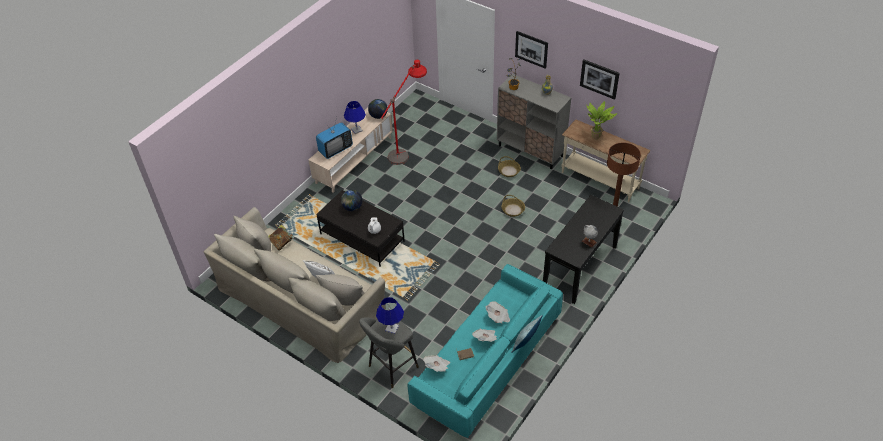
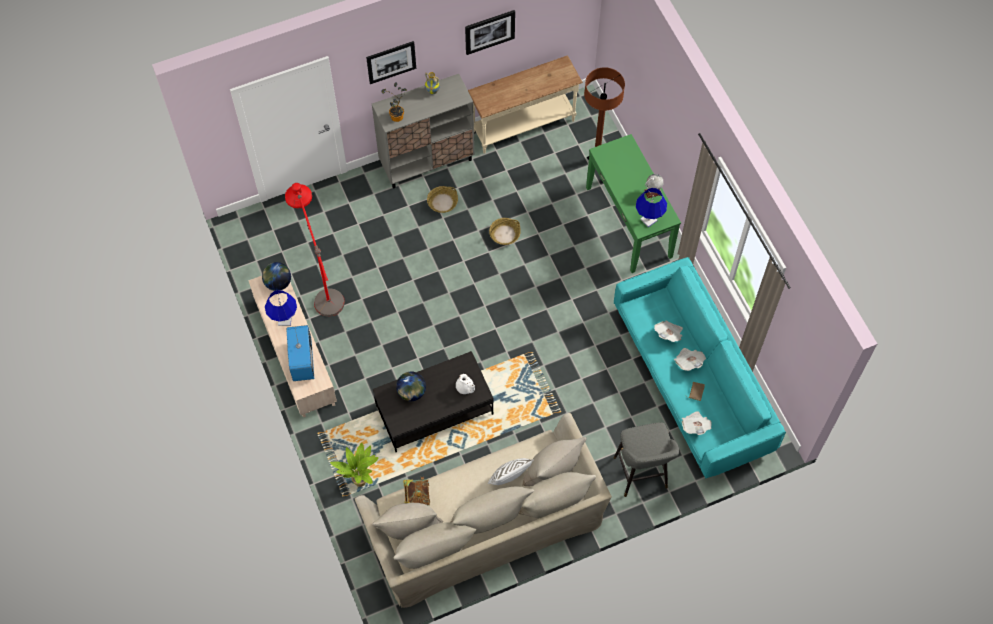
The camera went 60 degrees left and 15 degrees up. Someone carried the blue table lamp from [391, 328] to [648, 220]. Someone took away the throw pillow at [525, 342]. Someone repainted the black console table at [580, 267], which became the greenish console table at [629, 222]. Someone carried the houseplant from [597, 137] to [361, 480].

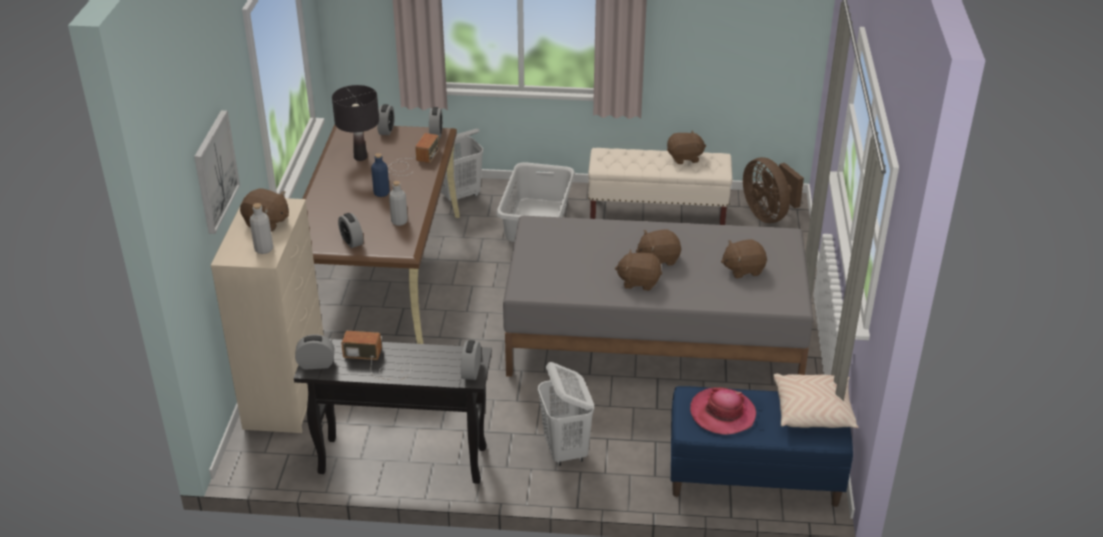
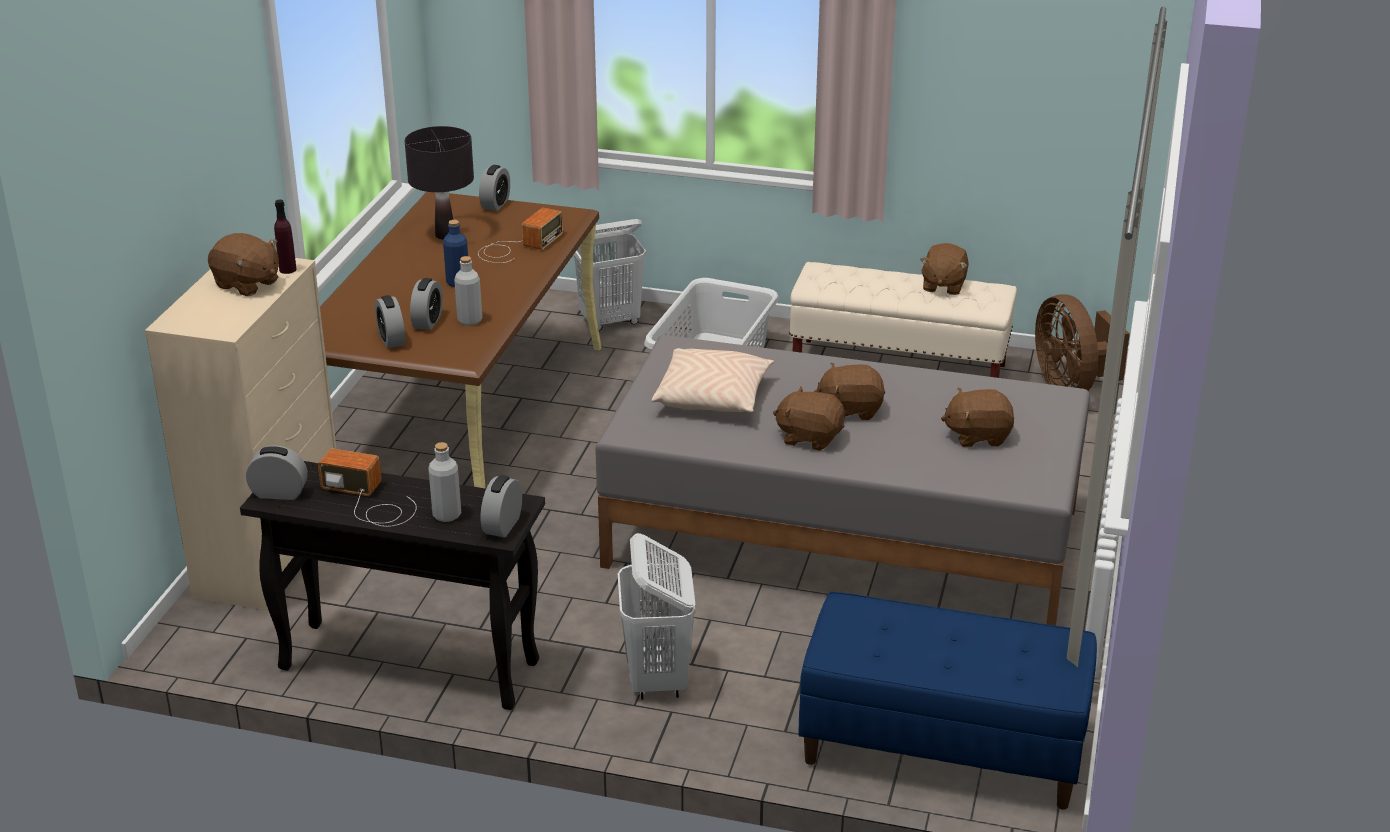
The camera went 10 degrees right and 5 degrees down. Someone took away the wall art at [214, 171]. Someone carried the greyish bottle from [264, 249] to [447, 515]. Someone carried the table clock from [436, 133] to [427, 322]. Someone rotated the brownish soft toy at [685, 158] by 105 degrees clockwise. Someone took away the wearable hat at [722, 413]. Someone carried the beige-coloured throw pillow from [813, 411] to [713, 397]. Someone put down the purplish bottle at [288, 269].

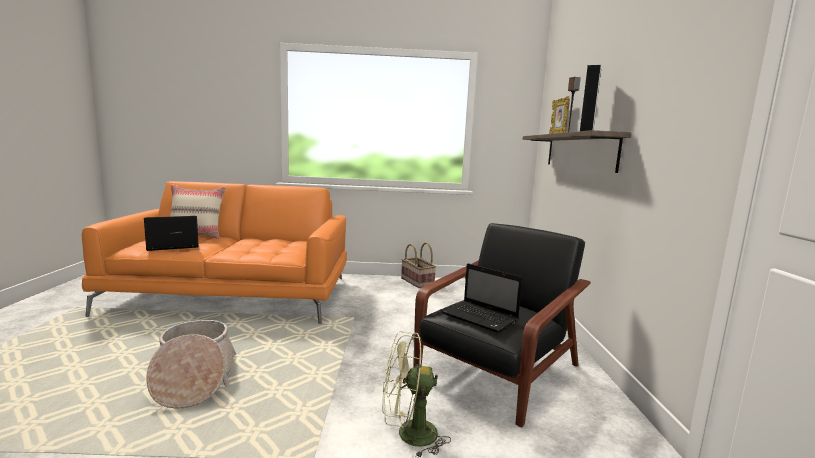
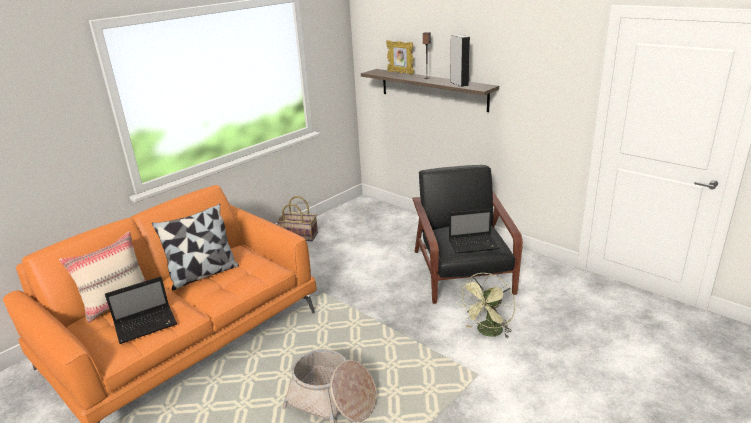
The camera went 45 degrees left and 15 degrees up. Someone rotated the portable computer at [171, 246] by 135 degrees counterclockwise. Someone put down the throw pillow at [203, 274].

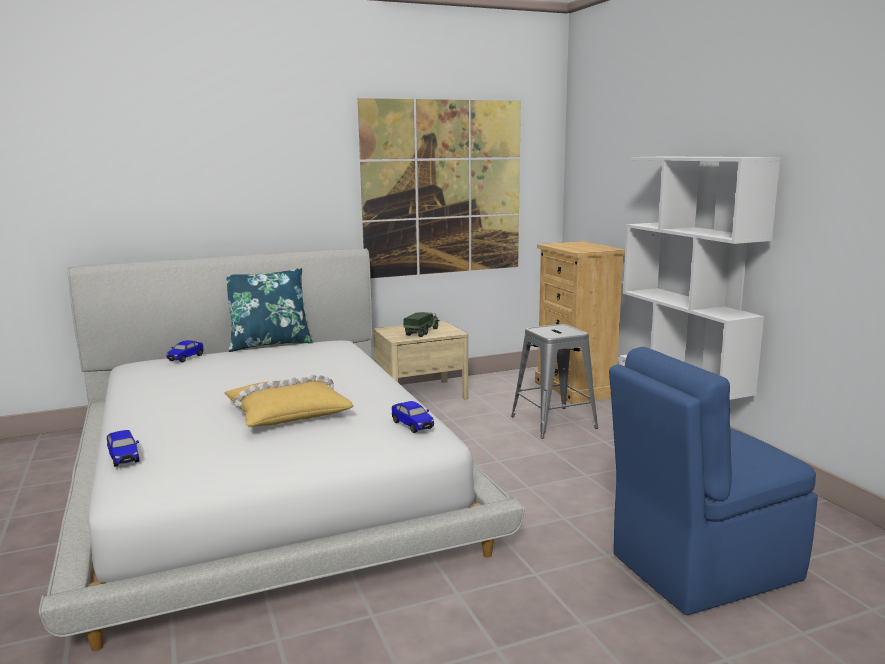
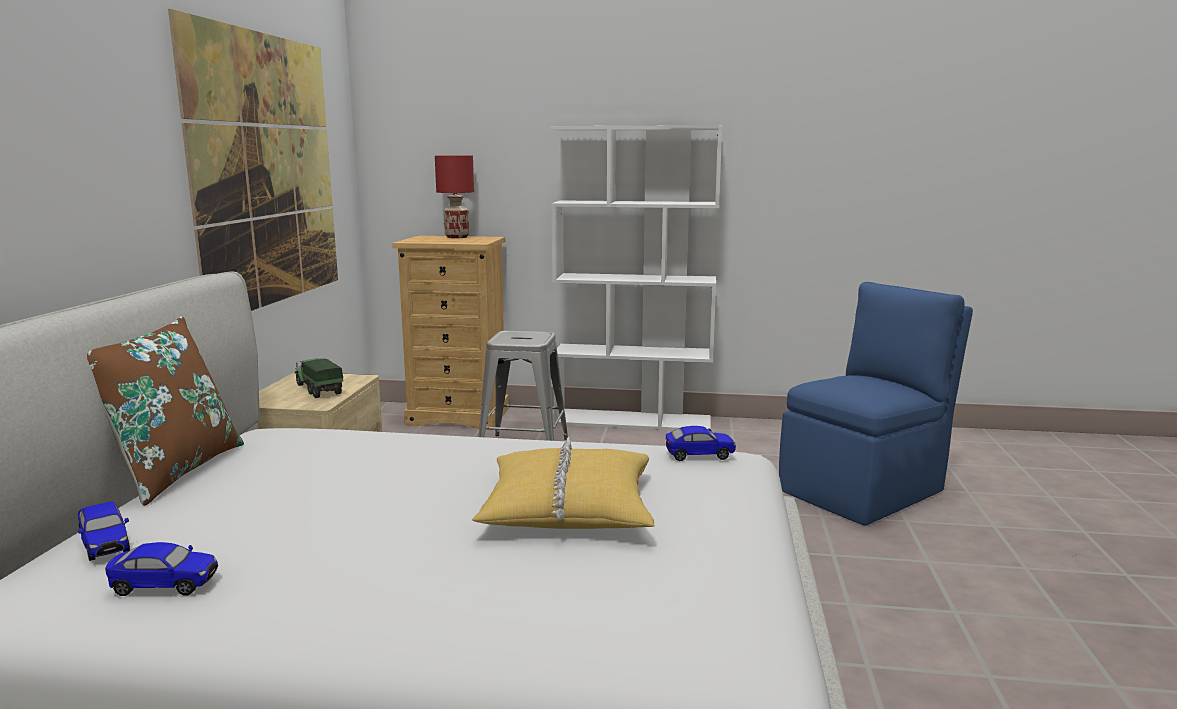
The camera went 60 degrees left and 0 degrees up. Someone carried the miniature car from [124, 457] to [165, 585]. Someone repainted the blue throw pillow at [269, 344], which became the brownish throw pillow at [173, 471]. Someone rotated the blue plain chair at [701, 568] by 135 degrees counterclockwise. Someone put down the red table lamp at [457, 237].

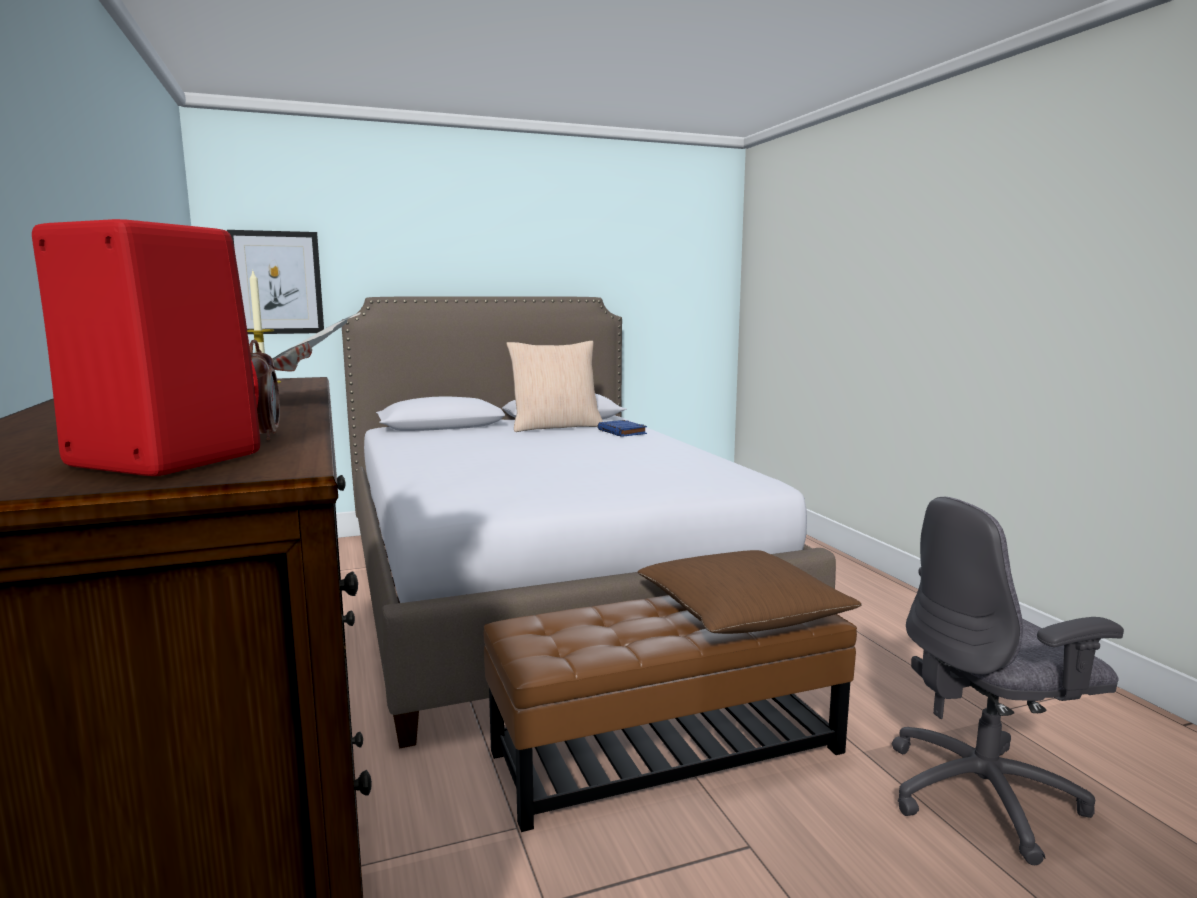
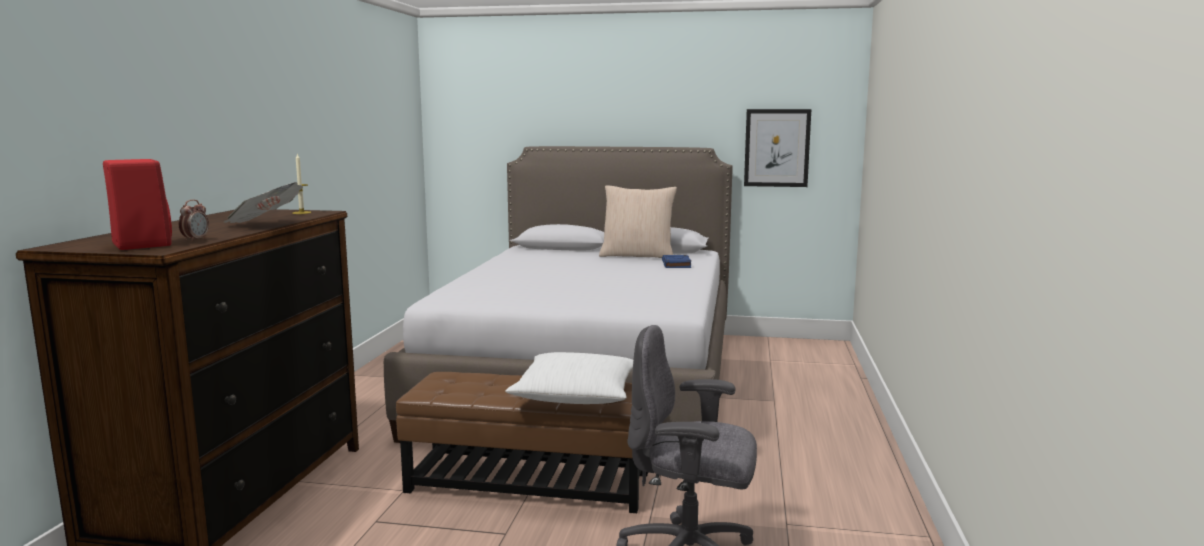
The camera went 30 degrees right and 0 degrees up. Someone carried the wall art from [277, 283] to [777, 148]. Someone repainted the brownish throw pillow at [741, 613], which became the white throw pillow at [576, 395].

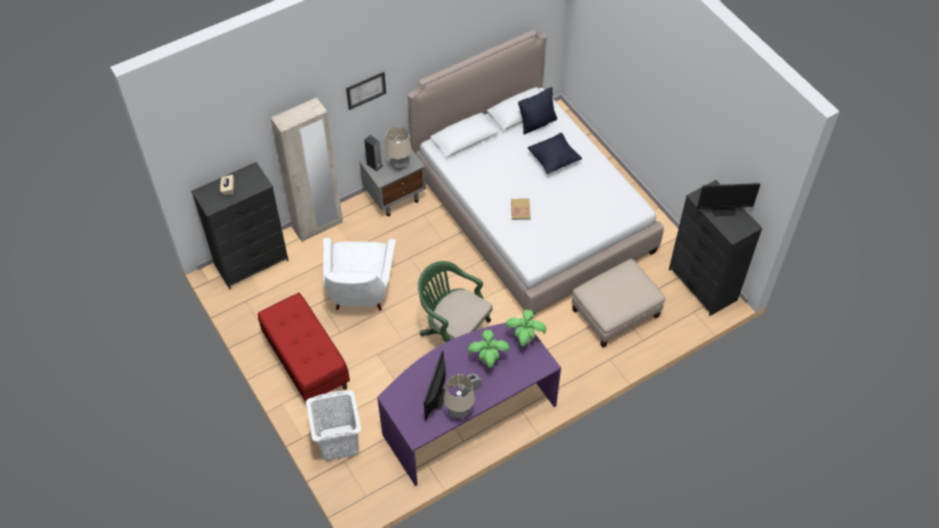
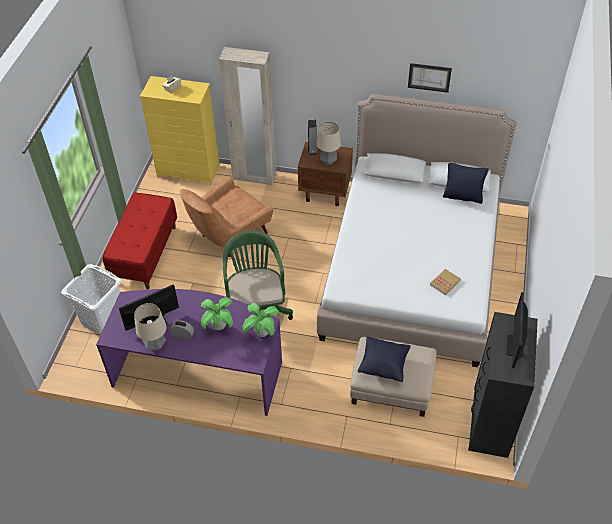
The camera went 45 degrees right and 5 degrees down. Someone repainted the black drawer chest at [252, 262], which became the yellowish drawer chest at [189, 171]. Someone repainted the white armchair at [360, 293], which became the brownish armchair at [229, 237]. Someone carried the wall art from [366, 90] to [429, 77]. Someone repainted the greyish bedside table at [395, 197], which became the brownish bedside table at [325, 193]. Someone carried the book from [520, 210] to [445, 282]. Someone carried the black throw pillow from [553, 160] to [383, 365]. Someone rotated the computer display at [723, 209] by 60 degrees clockwise.

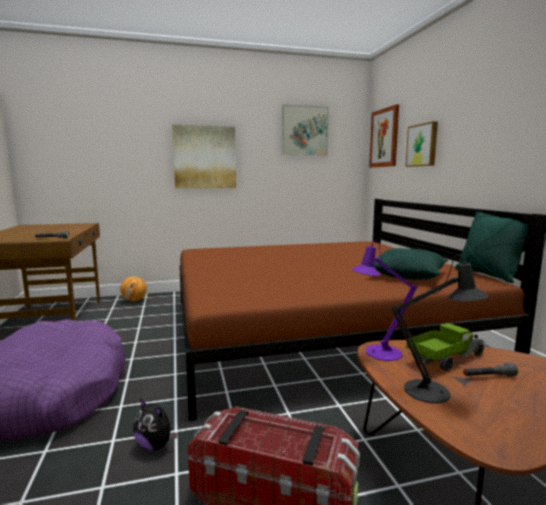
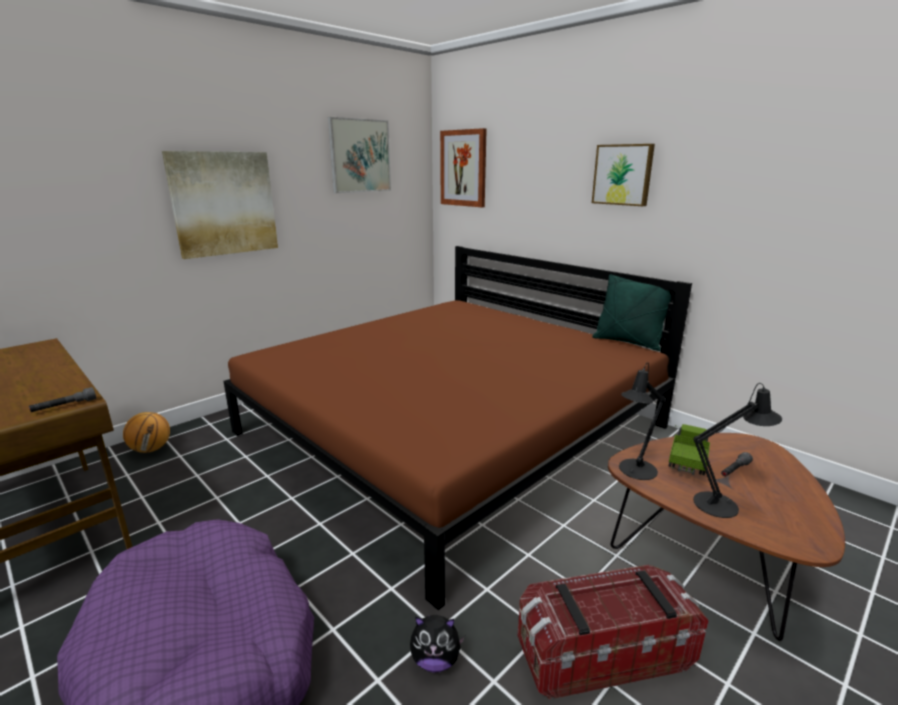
The camera went 30 degrees left and 10 degrees up. Someone repainted the purplish table lamp at [378, 353], which became the black table lamp at [634, 471]. Someone took away the greenish throw pillow at [407, 275]. Someone carried the wall art from [422, 145] to [623, 175].

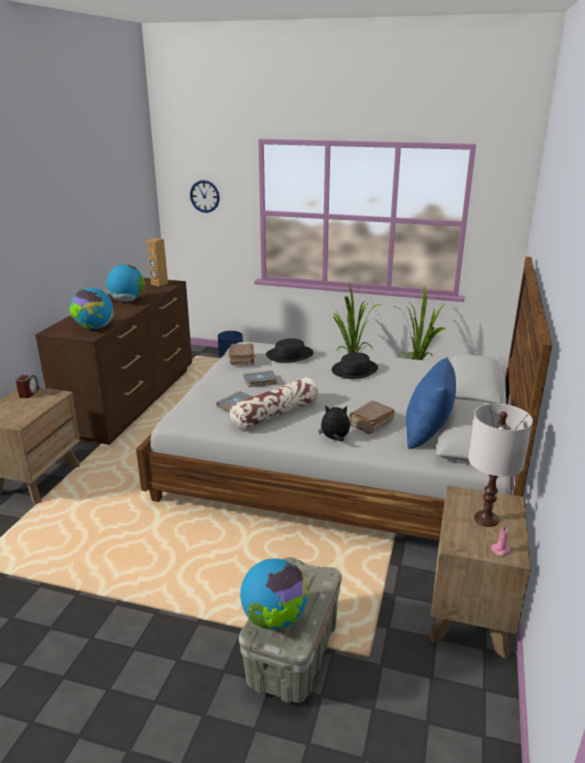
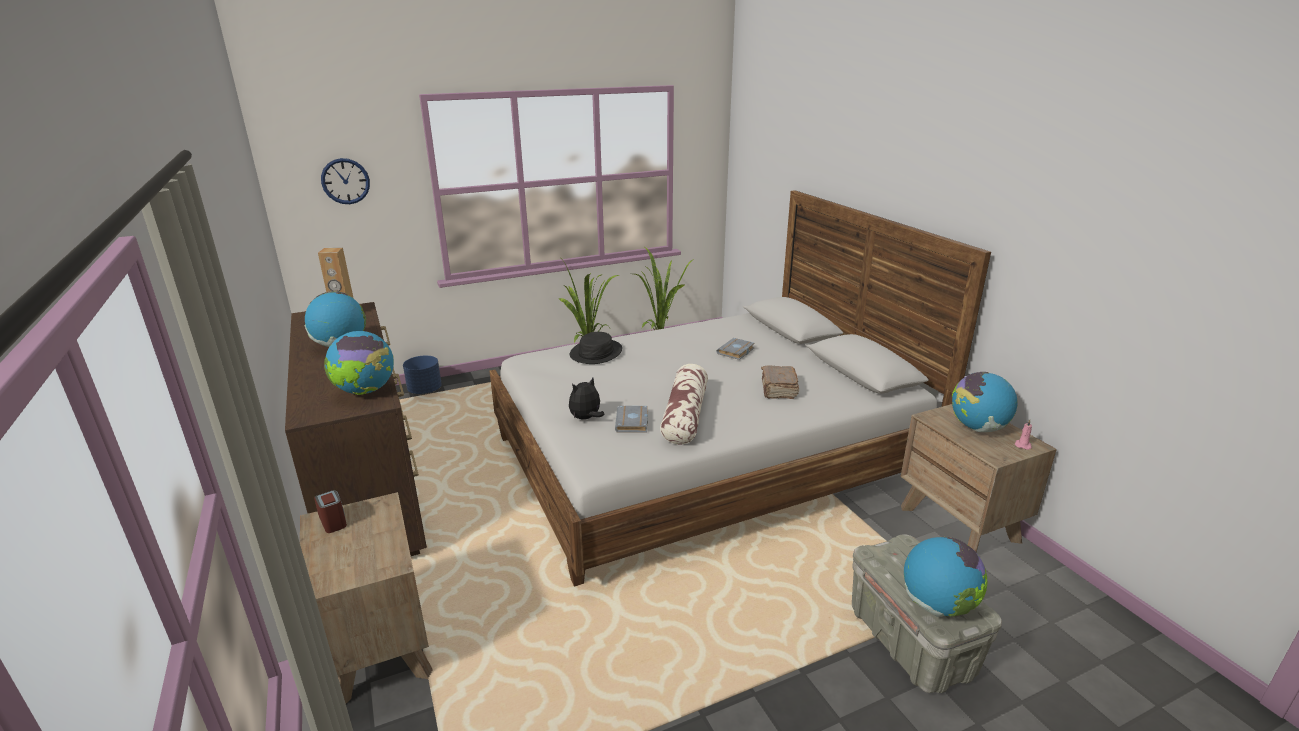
The camera went 40 degrees left and 0 degrees up. Someone took away the brownish book at [242, 360]. Someone carried the greyish book from [260, 381] to [736, 352]. Someone carried the soft toy from [335, 439] to [586, 418]. Someone took away the black wearable hat at [354, 370]. Someone took away the blue throw pillow at [427, 433]. Someone swapped the white table lamp at [486, 519] for the world globe at [977, 428].

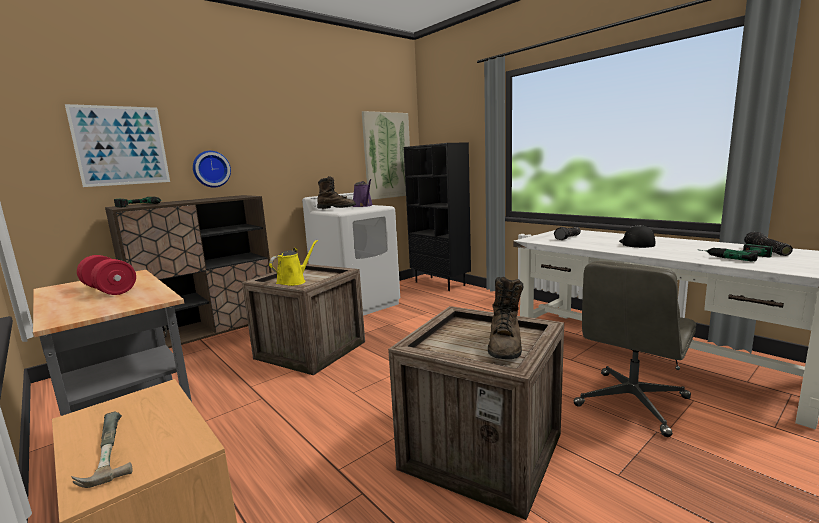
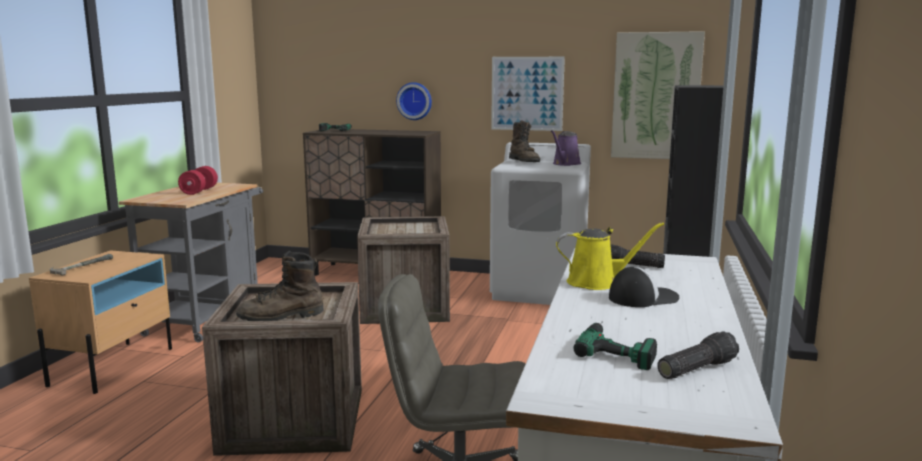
The camera went 55 degrees right and 0 degrees up. Someone carried the wall art from [121, 146] to [527, 93]. Someone carried the yellowish sprinkling can from [293, 282] to [597, 282].

